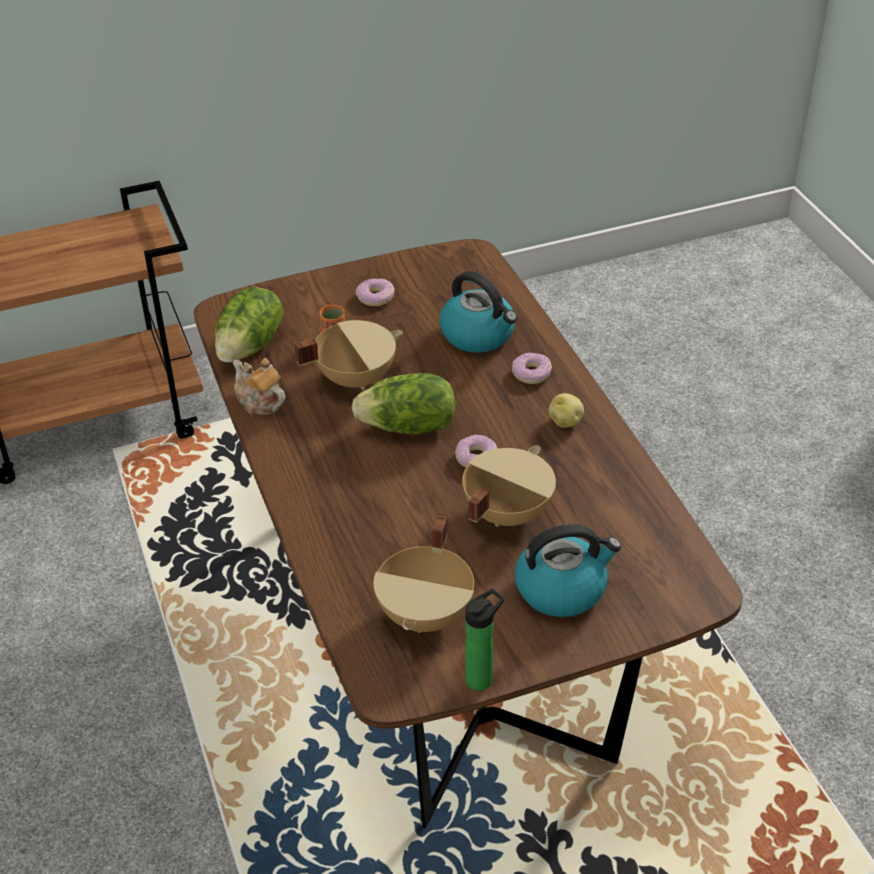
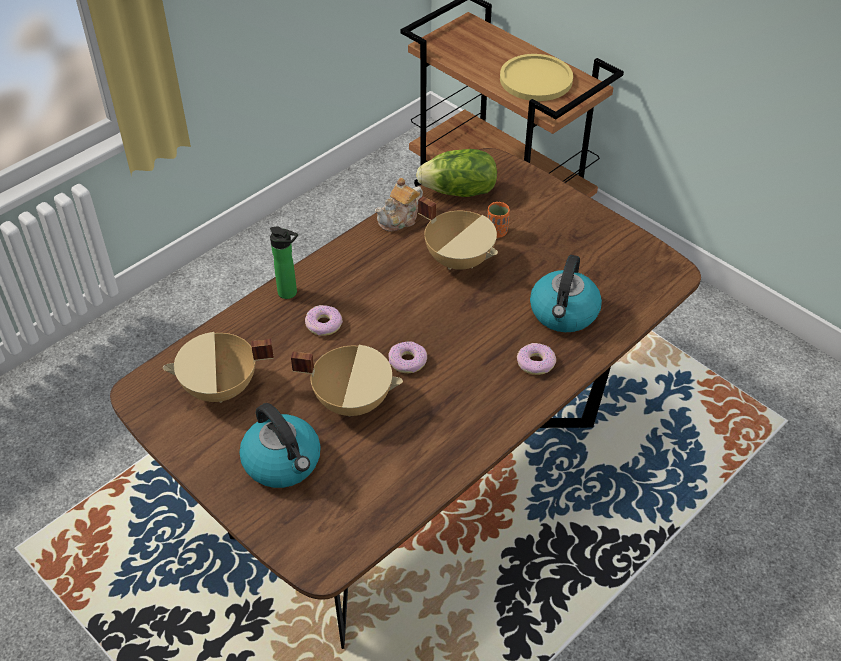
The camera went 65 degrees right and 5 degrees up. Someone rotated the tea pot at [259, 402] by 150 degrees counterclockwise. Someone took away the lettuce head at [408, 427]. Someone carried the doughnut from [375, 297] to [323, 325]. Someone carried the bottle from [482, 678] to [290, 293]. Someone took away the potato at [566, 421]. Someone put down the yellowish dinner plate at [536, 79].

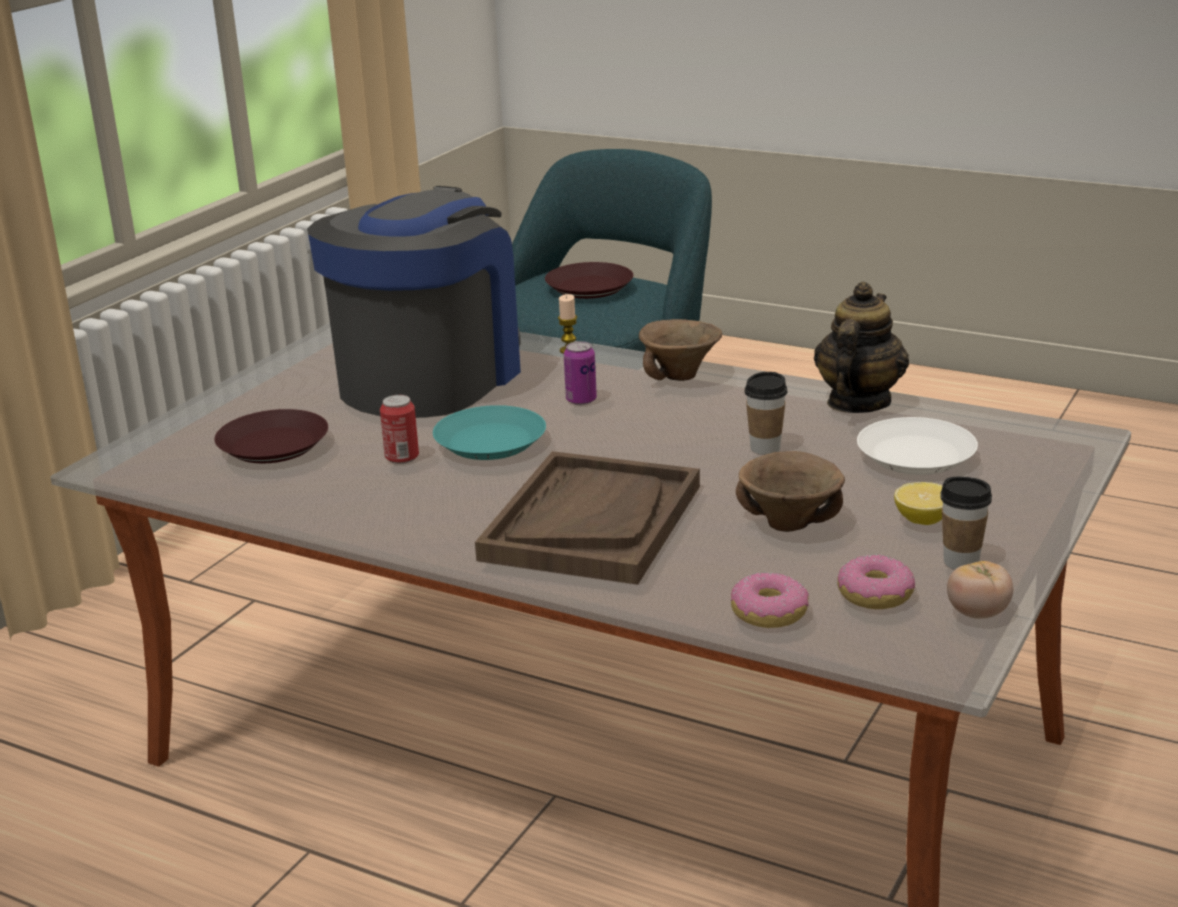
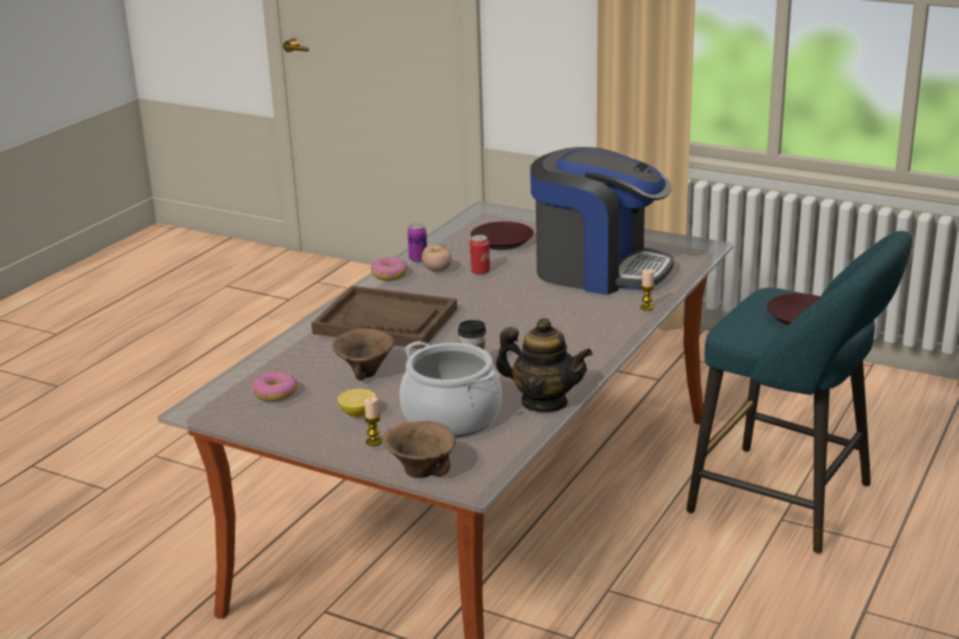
The camera went 90 degrees right and 0 degrees up. Someone took away the turquoise-coloured dinner plate at [490, 442]. Someone carried the metal can from [581, 400] to [418, 259]. Someone carried the brownish bowl from [680, 376] to [419, 472]. Someone carried the doughnut from [769, 613] to [389, 275]. Someone swapped the white dinner plate at [915, 455] for the saucepot at [452, 417]. Someone took away the drinking cup at [961, 562]. Someone carried the fresh tomato from [978, 613] to [437, 270]. Someone put down the wax candle at [374, 442].

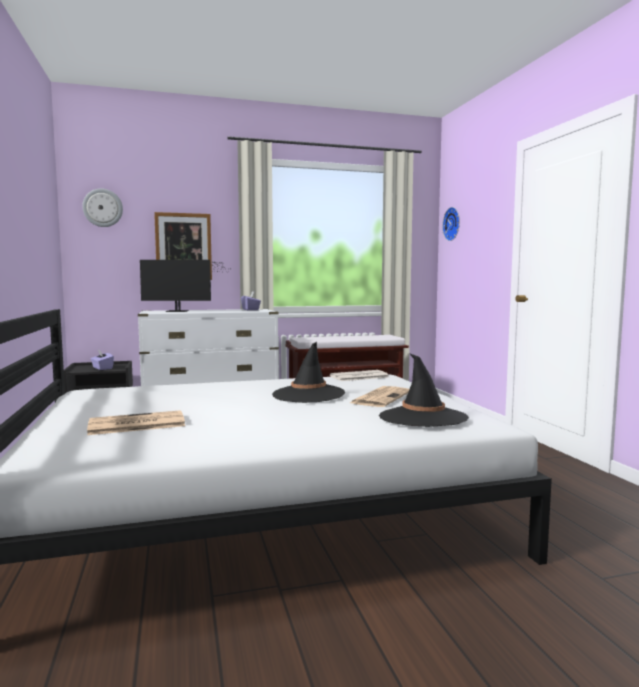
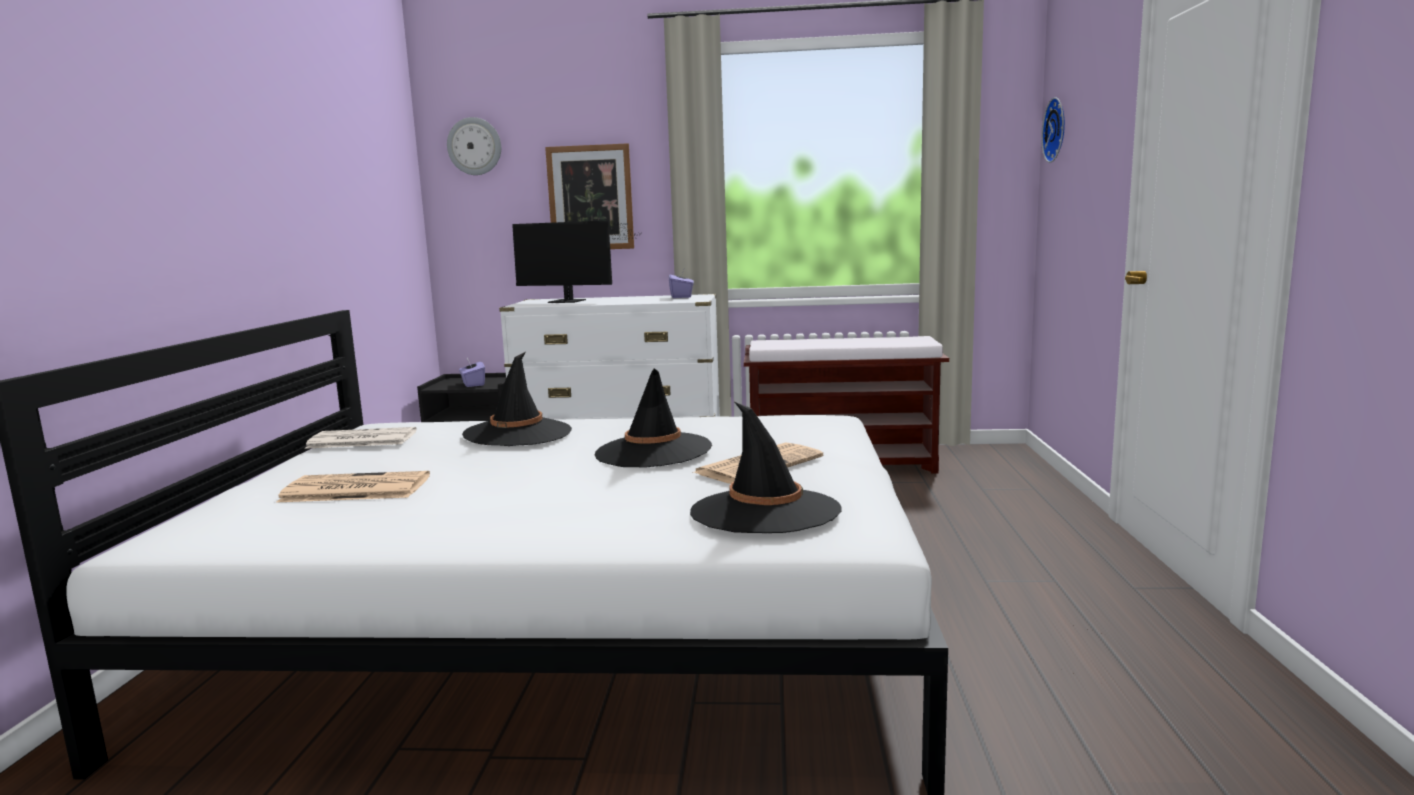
The camera went 20 degrees right and 5 degrees up. Someone carried the printed paper from [359, 377] to [360, 440]. Someone put down the black wearable hat at [518, 433].

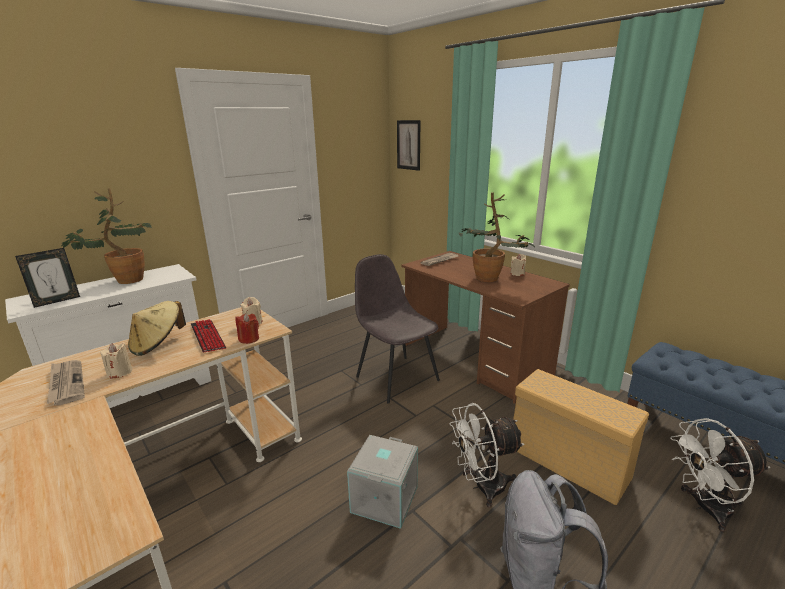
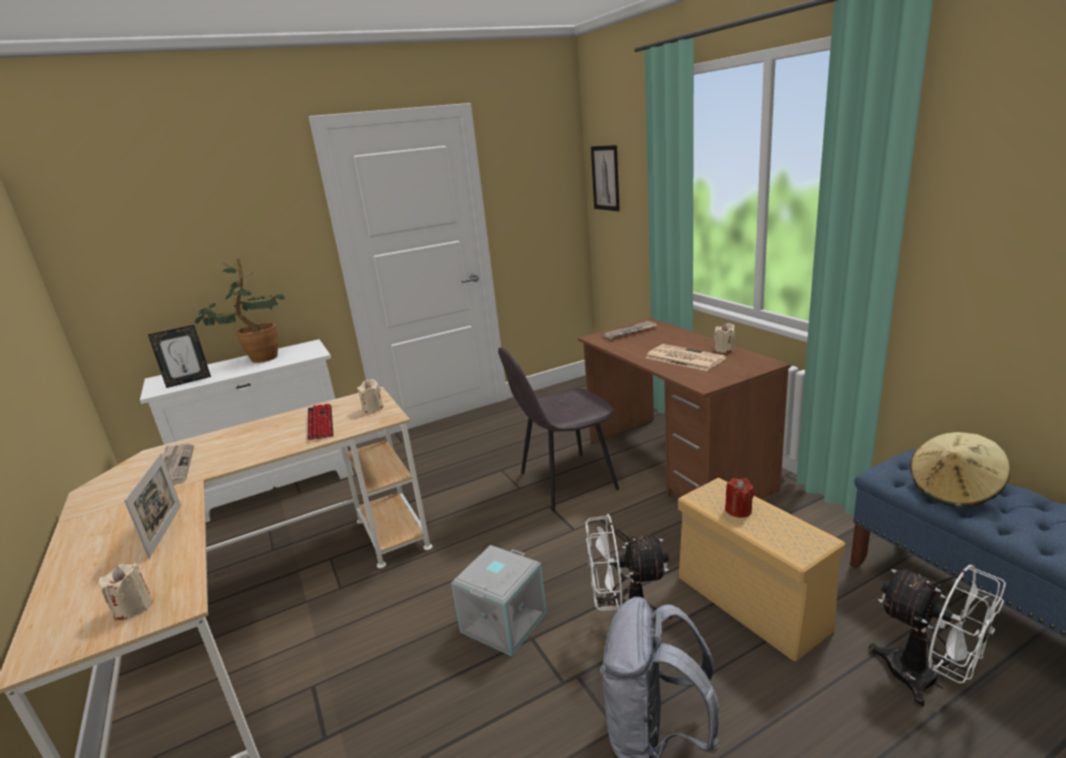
The camera went 15 degrees right and 0 degrees up. Someone carried the beige-coloured wax candle from [119, 372] to [133, 607]. Someone carried the beige-coloured wearable hat from [158, 344] to [954, 490]. Someone carried the red wax candle from [249, 339] to [738, 510]. Someone rotated the greyish plain chair at [396, 377] by 90 degrees counterclockwise. Someone swapped the houseplant at [491, 280] for the printed paper at [683, 358]. Someone rotated the white electric fan at [705, 508] by 135 degrees counterclockwise. Someone put down the standing frame at [165, 530].

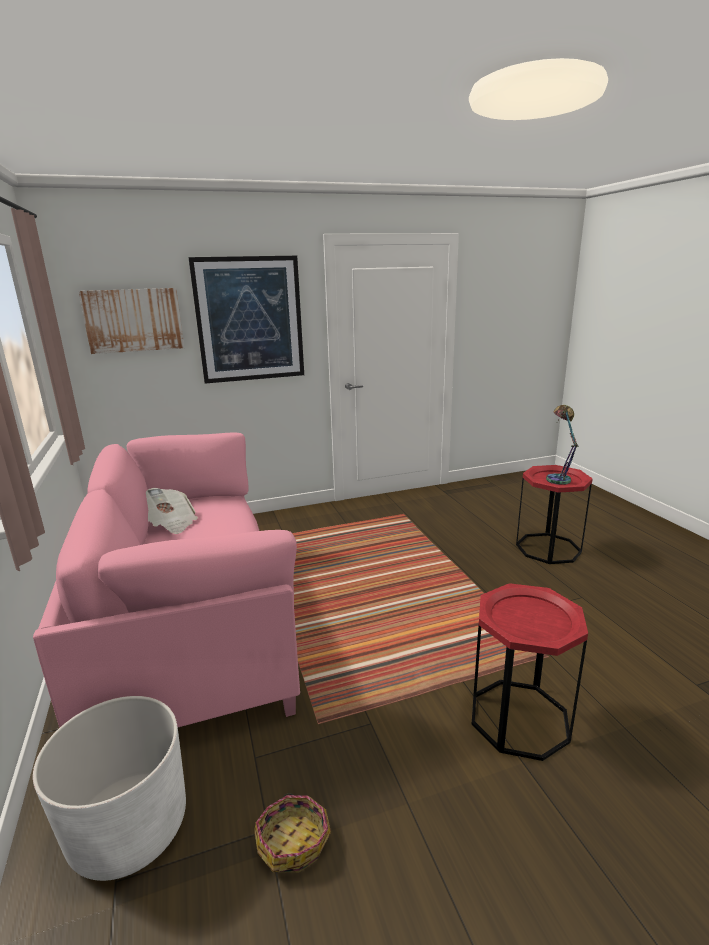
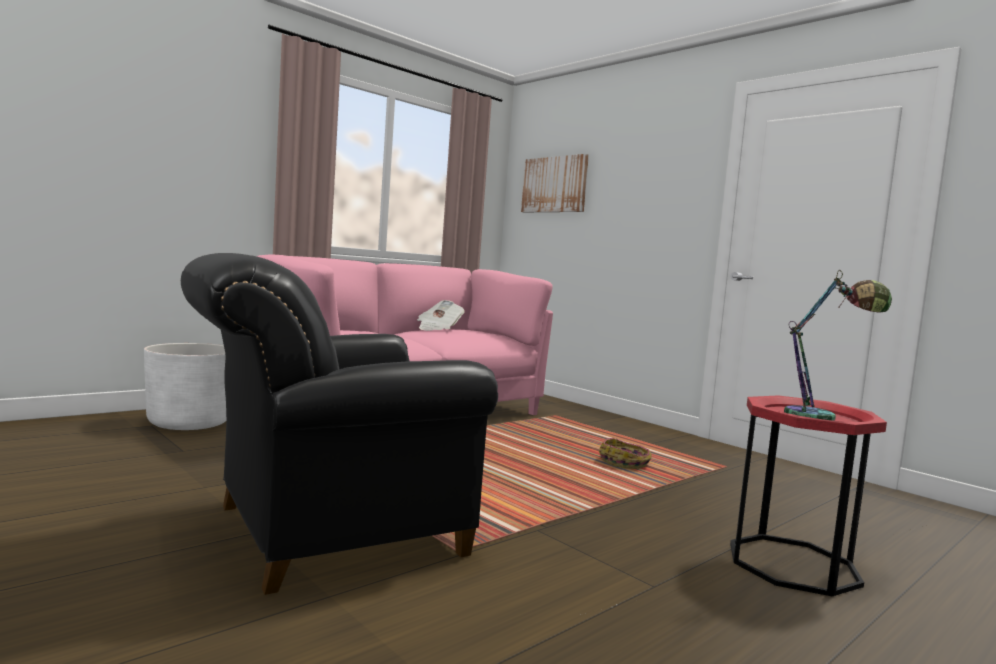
The camera went 65 degrees right and 15 degrees down. Someone took away the wall art at [250, 320]. Someone carried the basket from [294, 840] to [625, 463]. Someone swapped the red side table at [519, 718] for the black armchair at [326, 531].

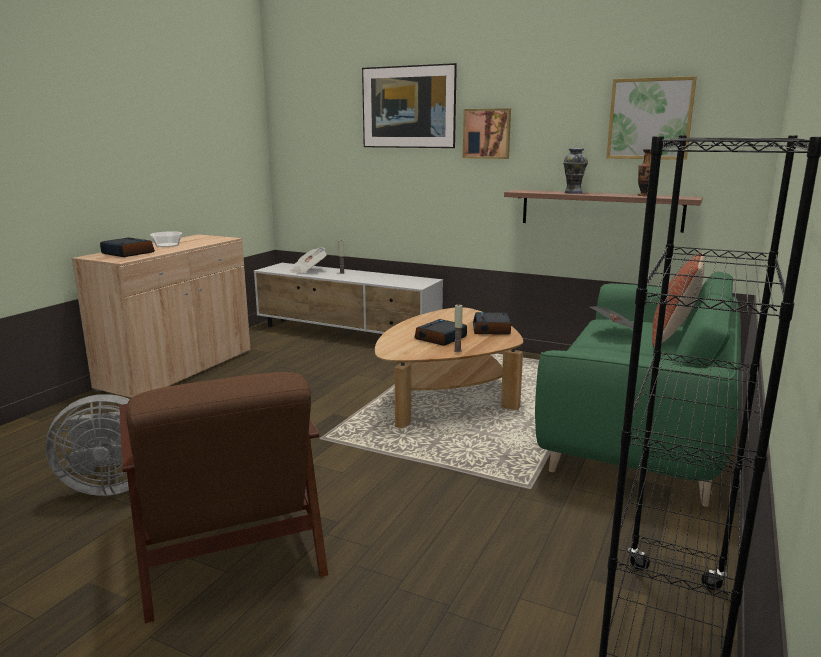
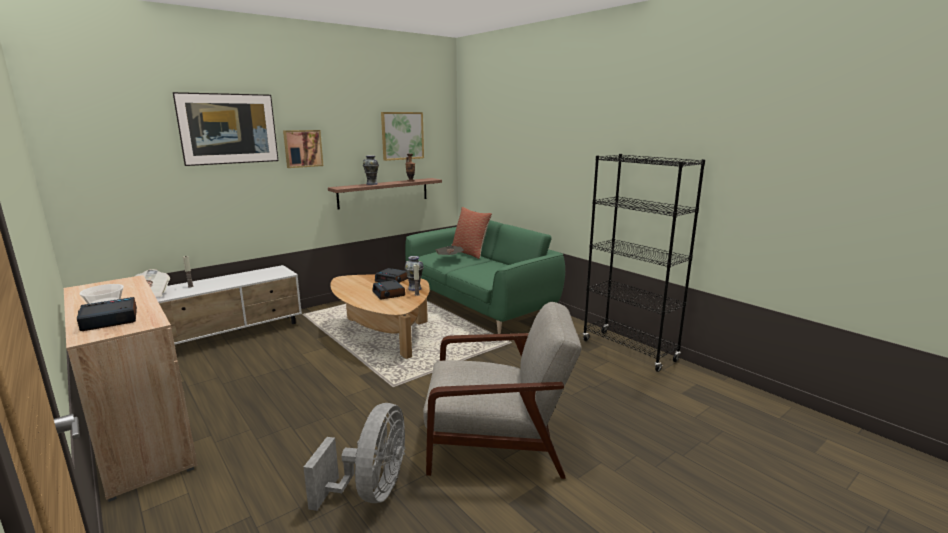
The camera went 65 degrees left and 0 degrees up. Someone repainted the brownish armchair at [226, 542], which became the greyish armchair at [498, 441]. Someone put down the decorative vase at [414, 288].

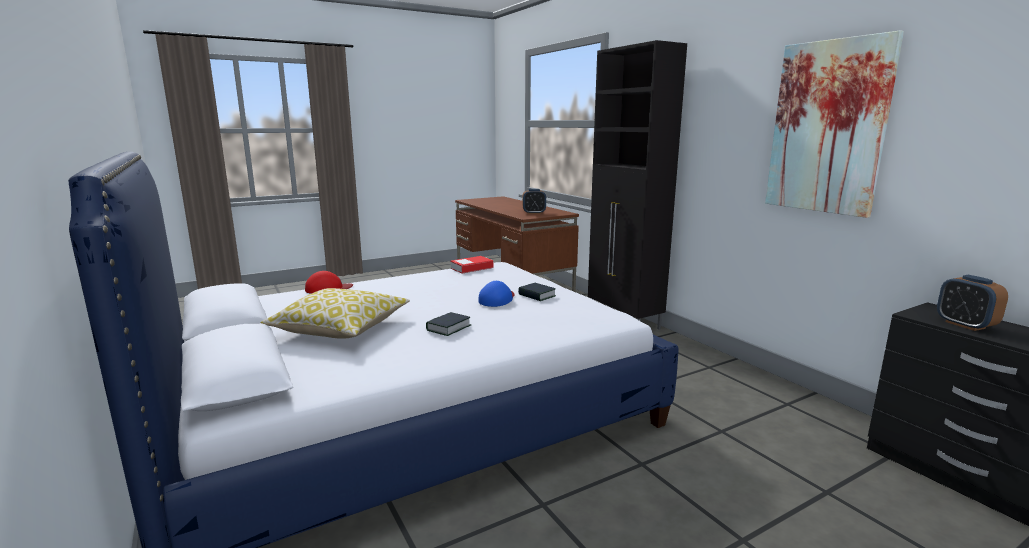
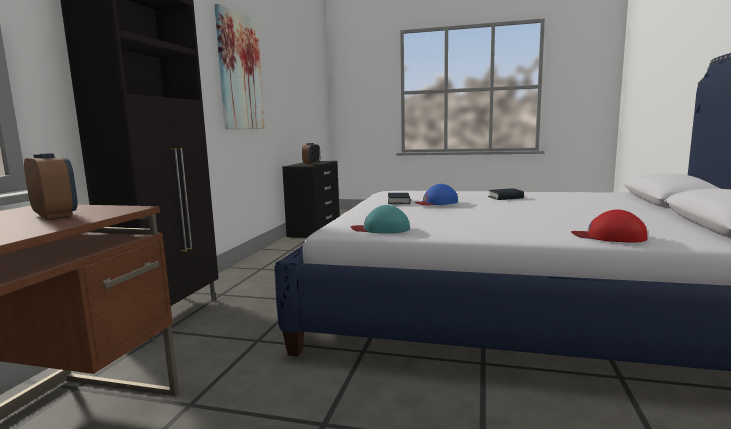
The camera went 135 degrees left and 5 degrees down. Someone took away the throw pillow at [341, 329]. Someone swapped the book at [472, 268] for the turquoise-coloured peaked cap at [381, 229].

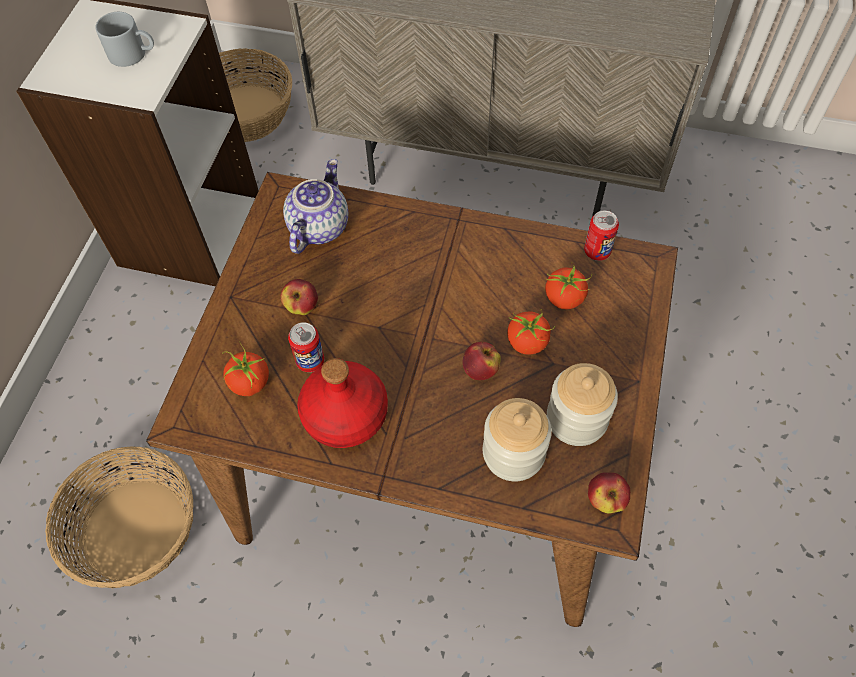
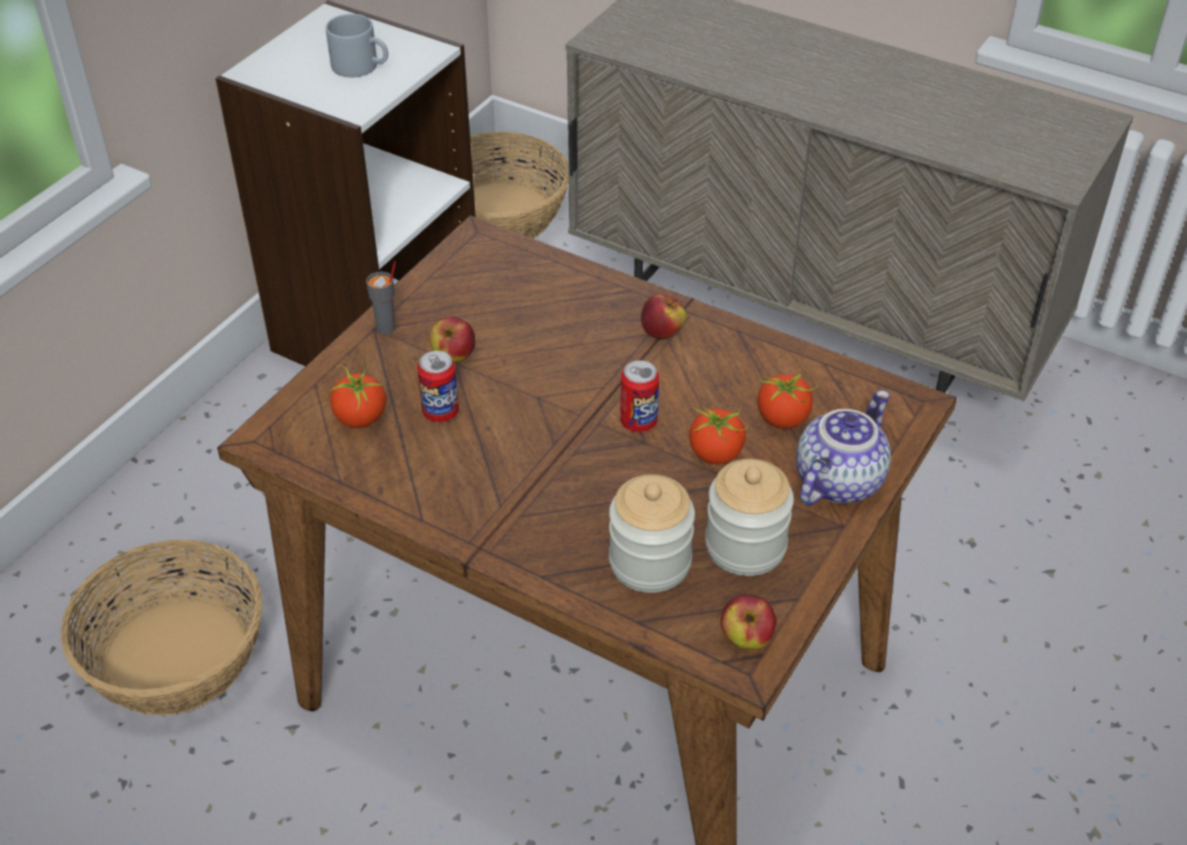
The camera went 15 degrees right and 15 degrees down. Someone carried the tea pot from [318, 226] to [837, 480]. Someone took away the red bottle at [346, 413]. Someone carried the apple from [480, 370] to [662, 333]. Someone carried the metal can from [597, 251] to [638, 422]. Someone put down the greyish drinking cup at [386, 328].

